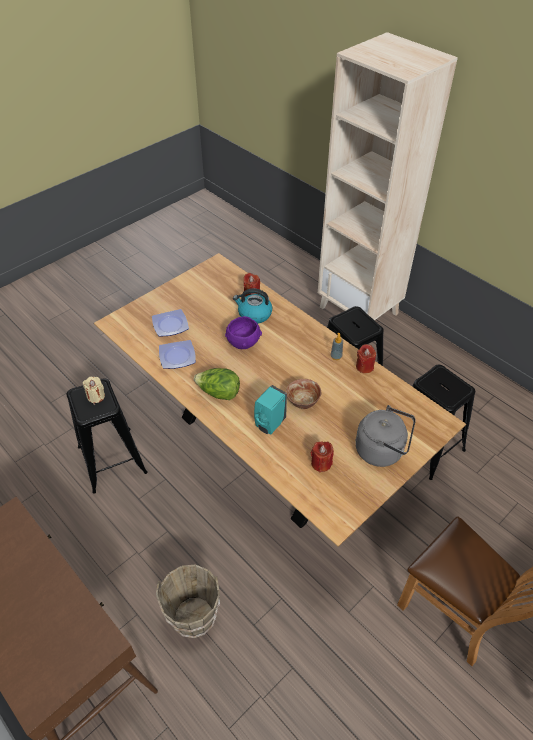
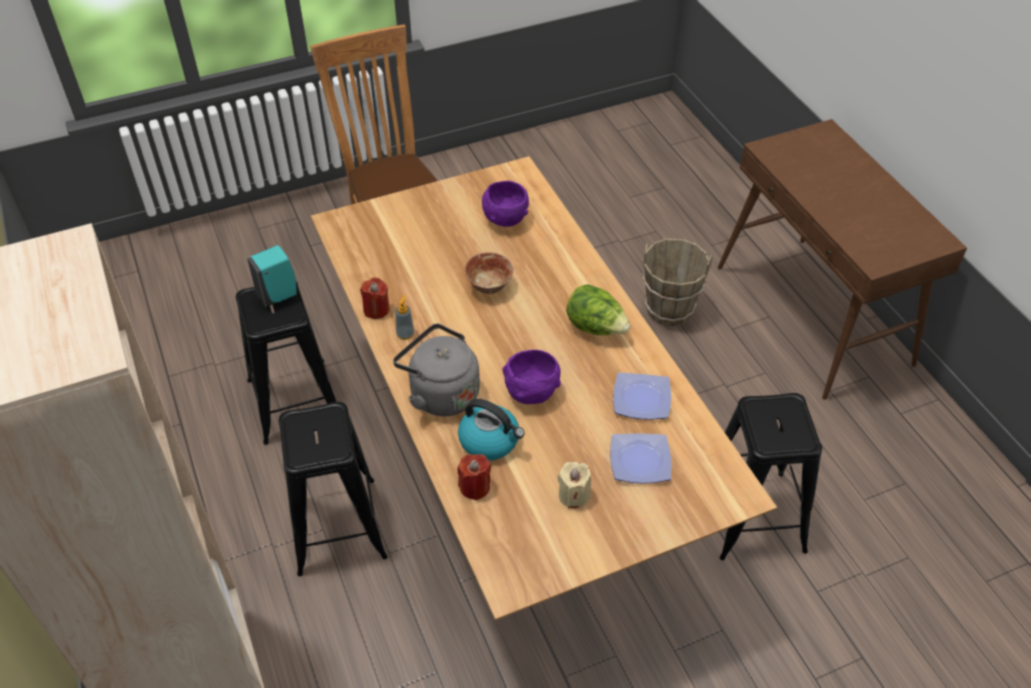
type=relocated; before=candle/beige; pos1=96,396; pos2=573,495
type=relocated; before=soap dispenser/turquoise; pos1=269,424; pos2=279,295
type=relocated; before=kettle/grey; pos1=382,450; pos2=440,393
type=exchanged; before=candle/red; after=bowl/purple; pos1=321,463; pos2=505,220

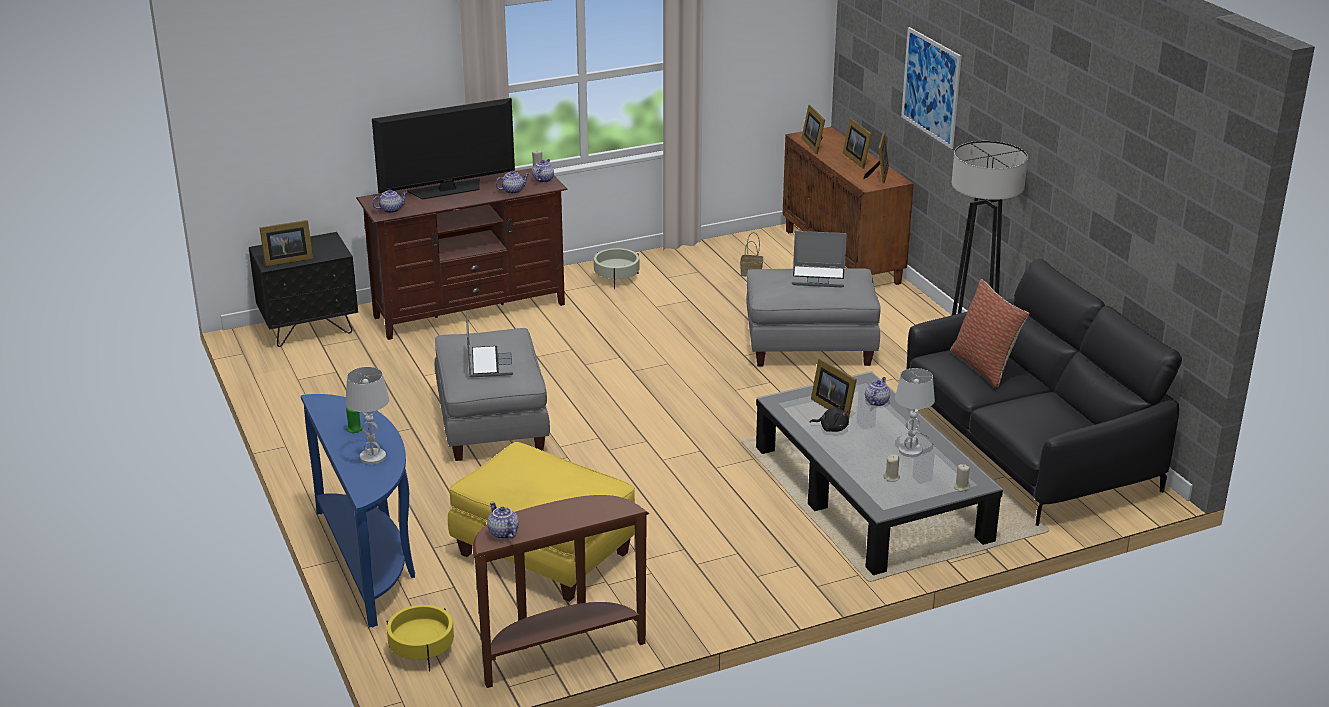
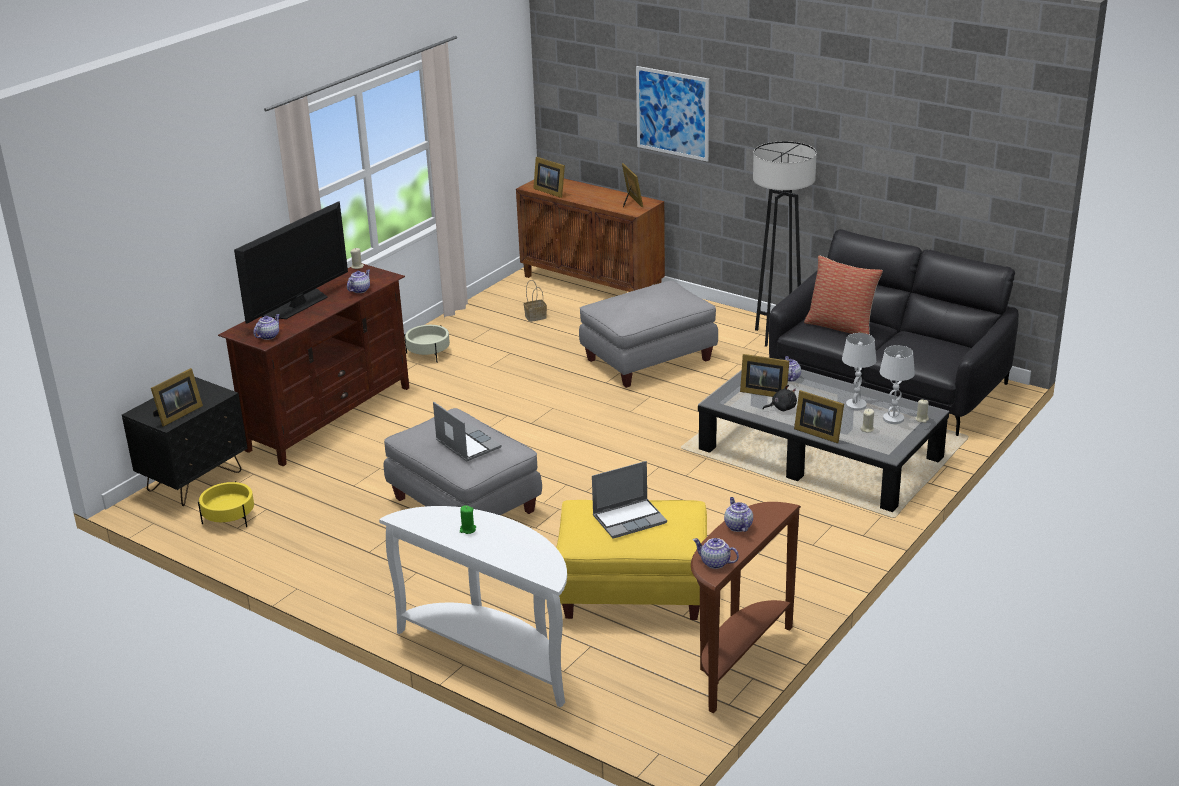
type=relocated; before=table lamp/white; pos1=372,457; pos2=893,419
type=relocated; before=planter/yellow; pos1=422,650; pos2=229,517
type=relocated; before=teapot; pos1=543,179; pos2=737,526
type=relocated; before=laptop; pos1=819,277; pos2=630,519
type=relocated; before=picture frame; pos1=857,159; pos2=817,432
type=colour; before=console table/blue; after=console table/white; pos1=370,561; pos2=493,654

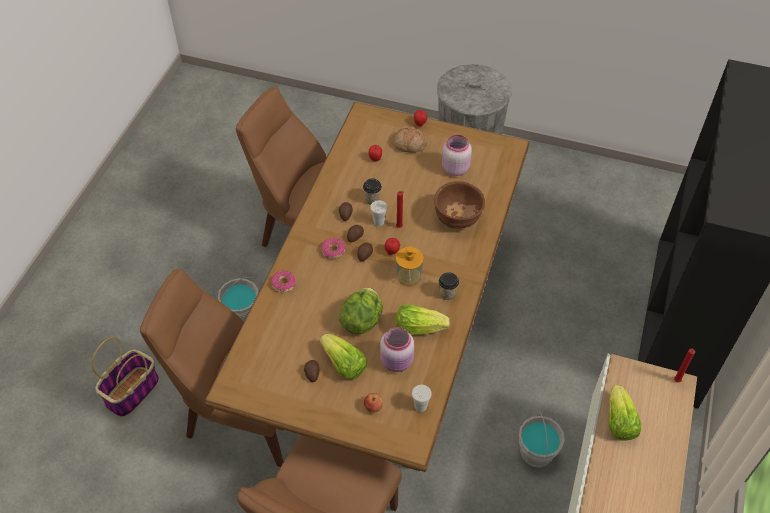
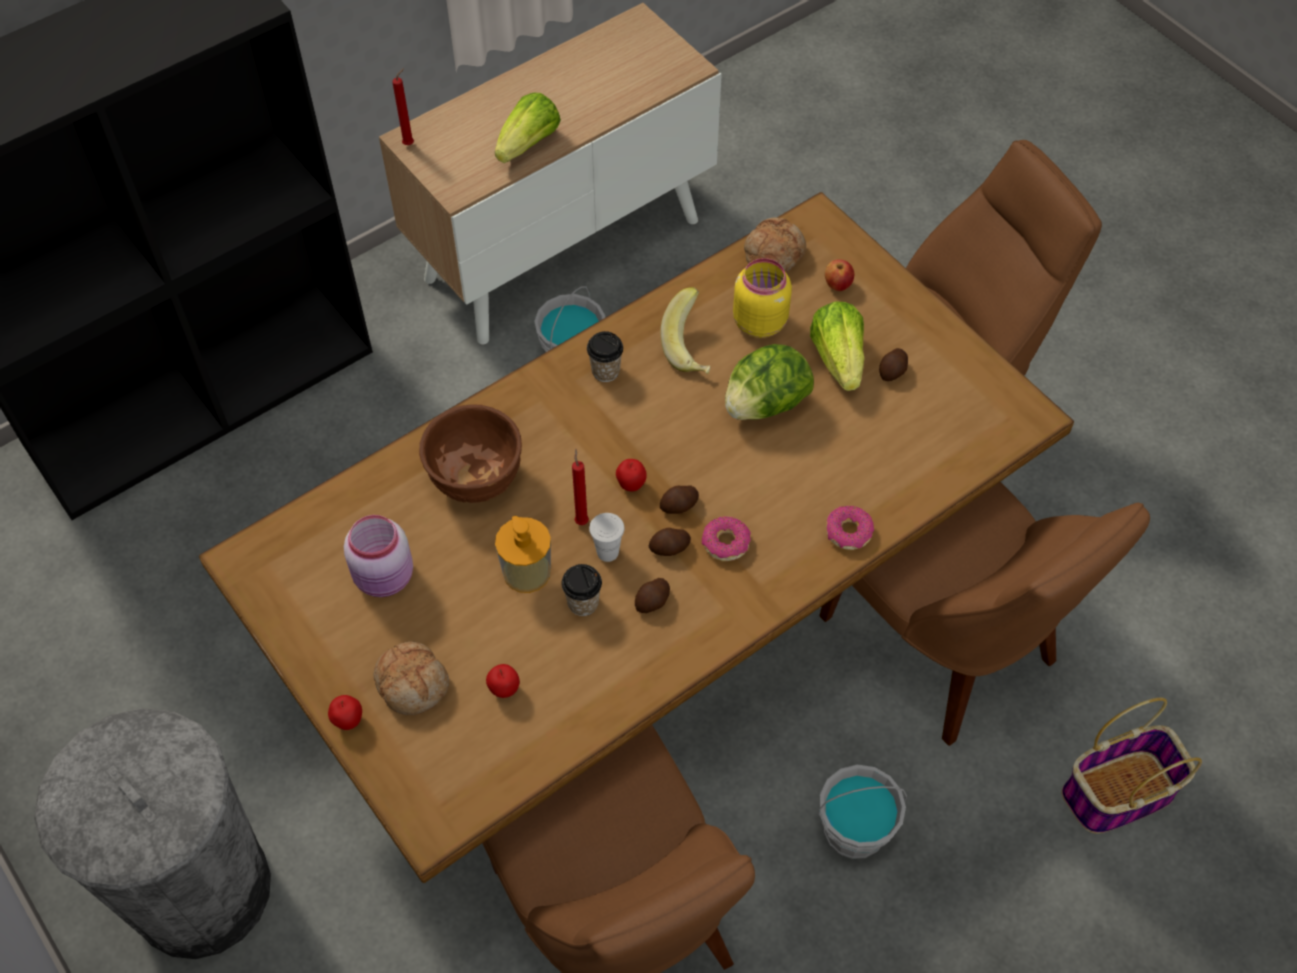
type=relocated; before=soap dispenser; pos1=408,276; pos2=526,572
type=exchanged; before=lettuce; after=banana; pos1=418,328; pos2=692,347
type=exchanged; before=cup/white; after=bread; pos1=420,406; pos2=773,253
type=colour; before=jar/pink; after=jar/yellow; pos1=397,362; pos2=759,321

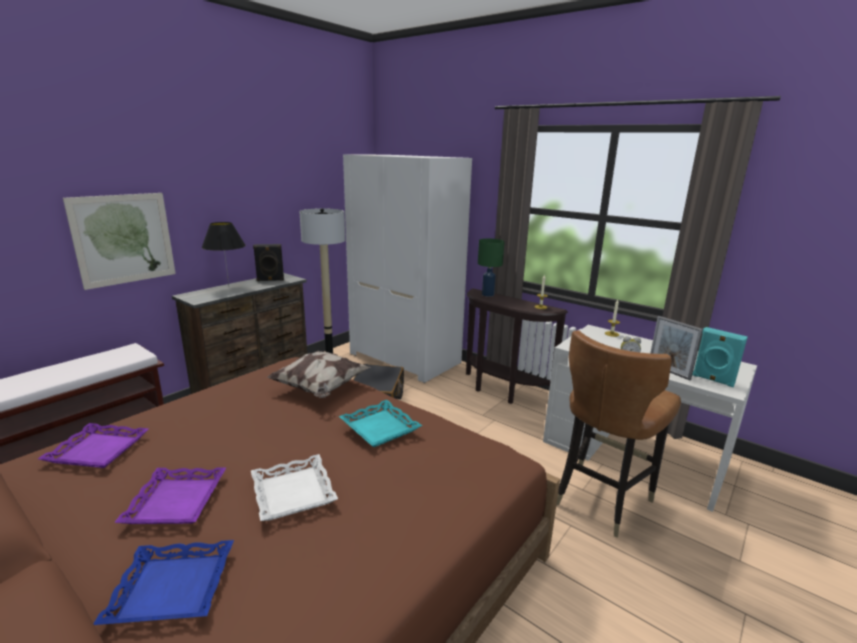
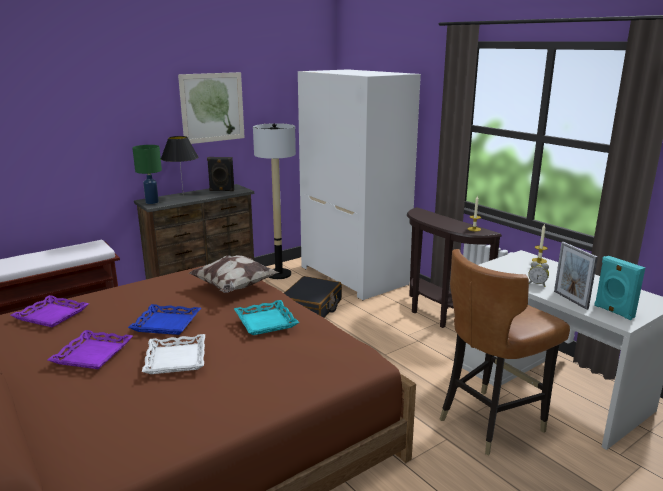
type=relocated; before=picture; pos1=124,239; pos2=212,107
type=relocated; before=tray/blue; pos1=171,589; pos2=166,324
type=relocated; before=table lamp/green; pos1=487,295; pos2=151,202

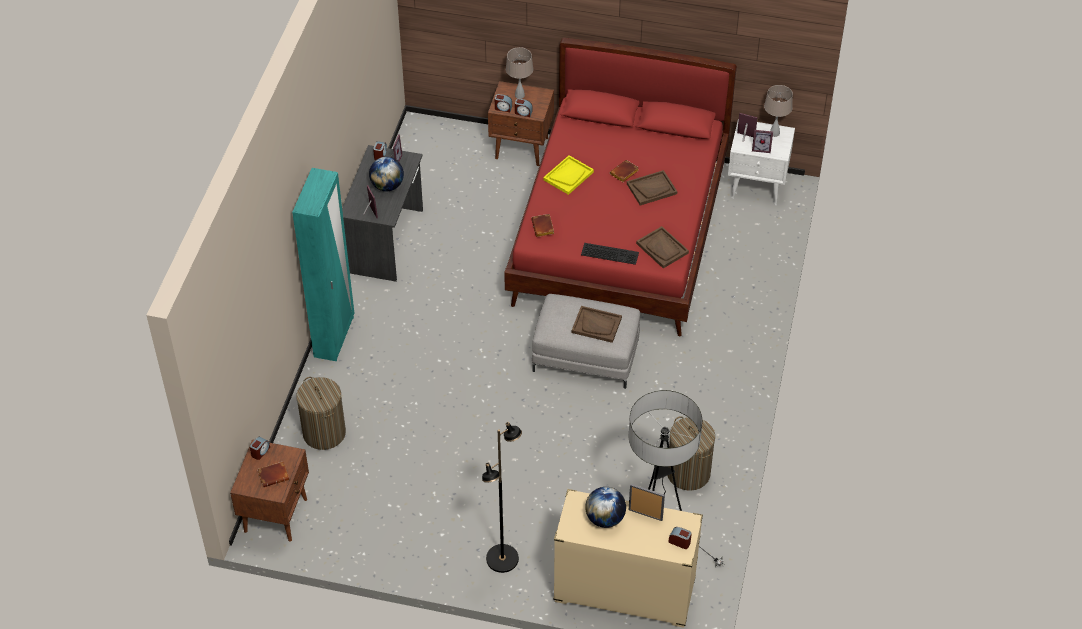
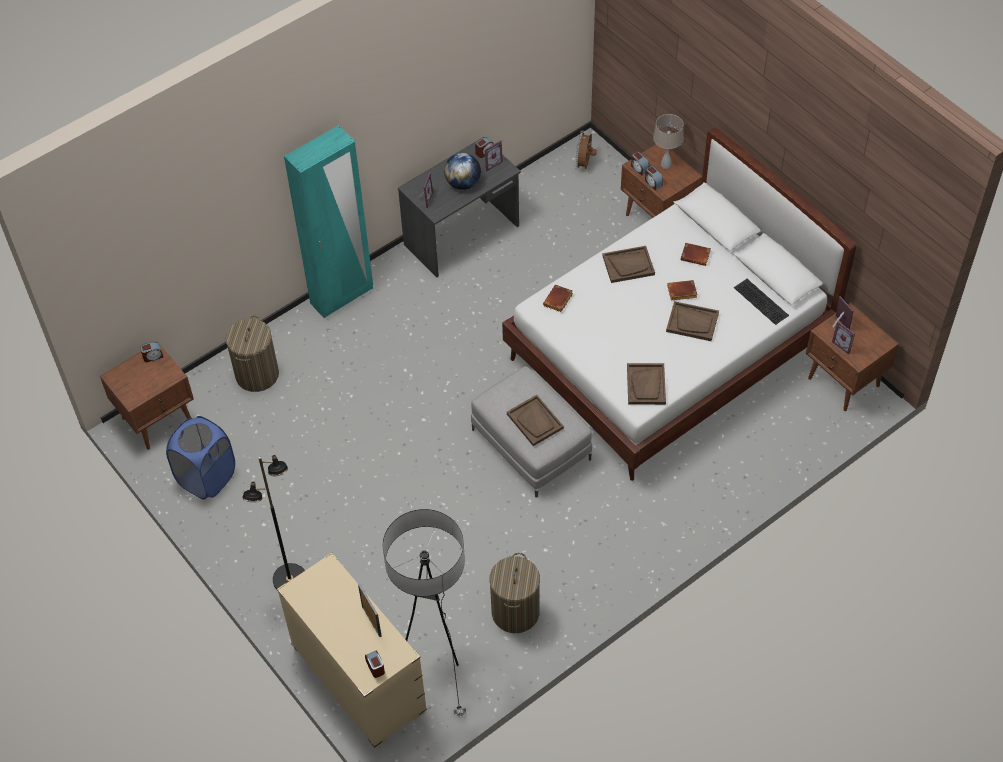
type=missing; before=globe; pos1=605,518
type=missing; before=table lamp/beige; pos1=774,133
type=appeared; after=laundry basket/blue; pos2=207,477
type=appeared; after=fan/brown; pos2=584,164
type=relocated; before=book/brown; pos1=274,475; pos2=696,256
type=relocated; before=keyboard; pos1=610,253; pos2=762,301
type=colour; before=bed/red; after=bed/white; pos1=620,234; pos2=669,351
type=colour; before=tray/yellow; after=tray/brown; pos1=568,176; pos2=628,265
type=colour; before=nightstand/white; after=nightstand/brown; pos1=757,187; pos2=844,383

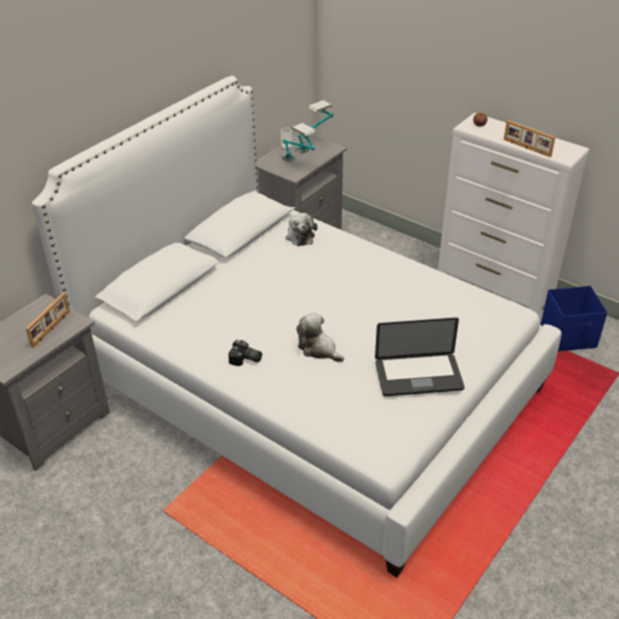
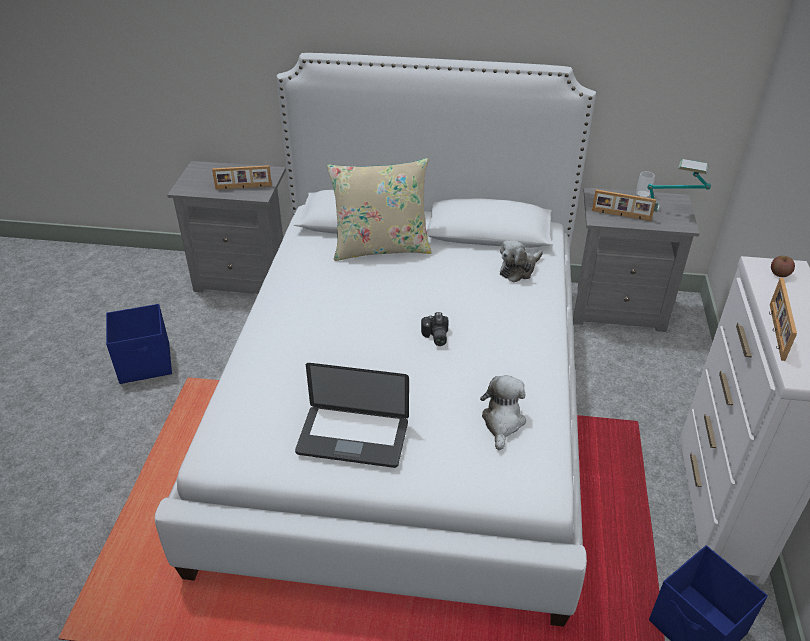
type=appeared; after=storage box/blue; pos2=146,363
type=appeared; after=pillow/beige; pos2=381,247
type=relocated; before=photo camera; pos1=245,360; pos2=435,337
type=relocated; before=plush toy; pos1=319,349; pos2=502,422
type=exchanged; before=table lamp; after=picture frame; pos1=299,165; pos2=621,215
type=spun; before=laptop; pos1=418,376; pos2=353,438; turn=-45

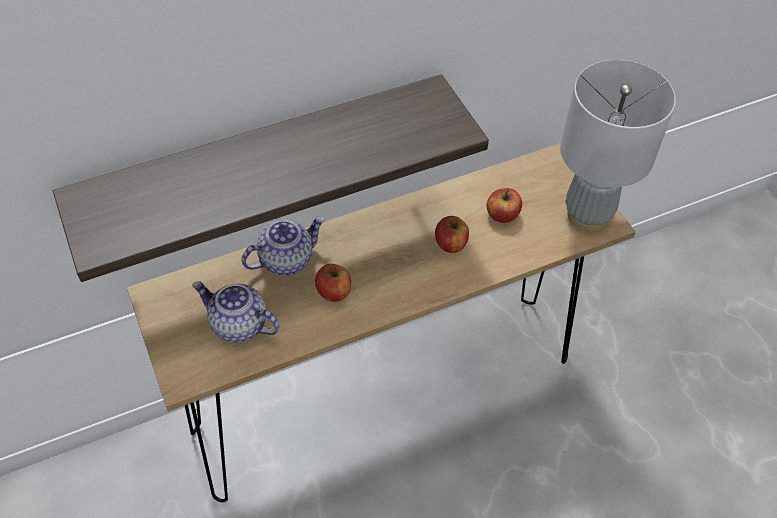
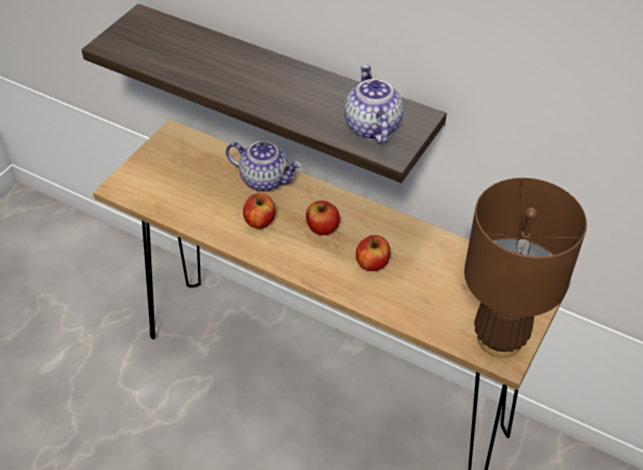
type=relocated; before=teapot; pos1=238,325; pos2=371,126
type=relocated; before=apple; pos1=502,215; pos2=322,228
type=colour; before=table lamp/grey; after=table lamp/brown; pos1=587,215; pos2=499,339

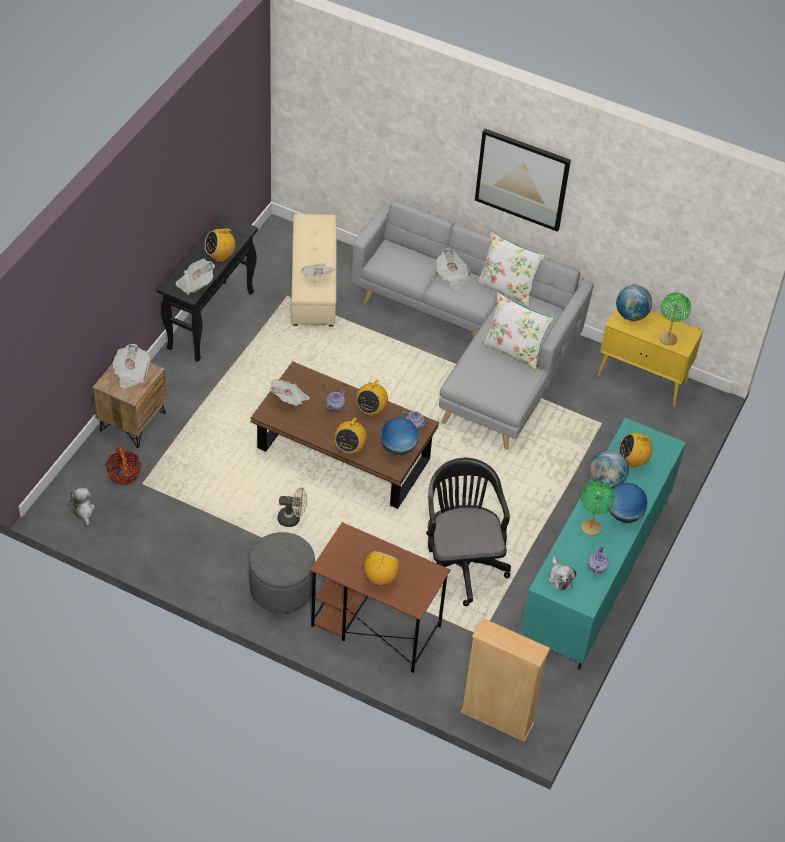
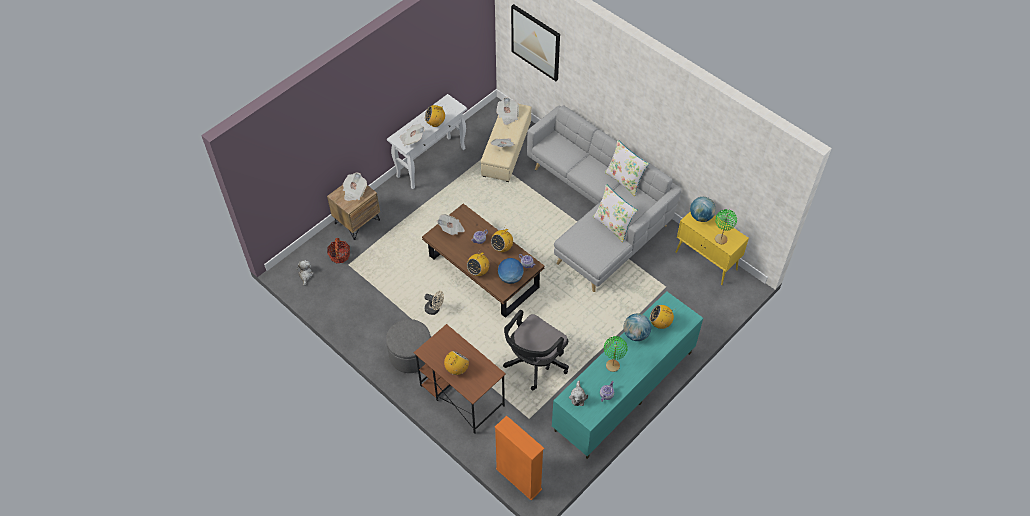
type=missing; before=globe; pos1=624,514
type=relocated; before=newspaper; pos1=453,276; pos2=507,115
type=relocated; before=picture; pos1=522,179; pos2=536,42
type=colour; before=console table/black; after=console table/white; pos1=211,319; pos2=431,162
type=colour; before=bookcase/beige; after=bookcase/orange; pos1=497,718; pos2=518,479
type=spun; before=office chair/black; pos1=460,562; pos2=534,364; turn=-150

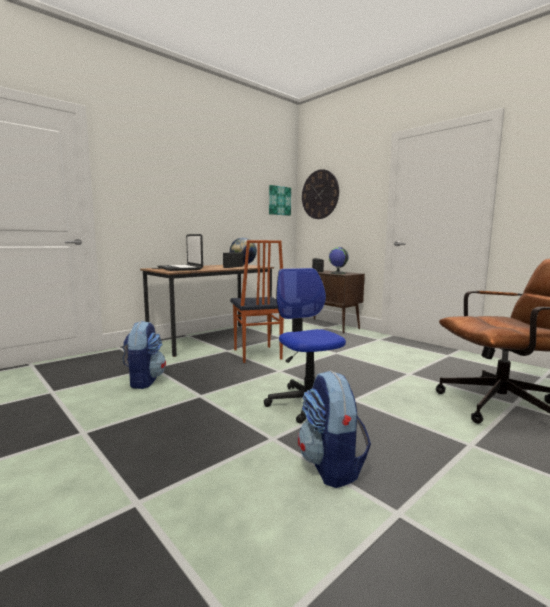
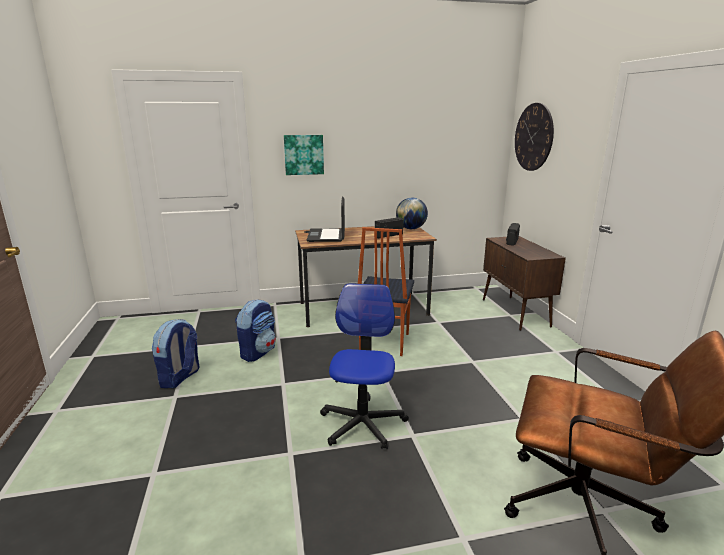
type=missing; before=globe; pos1=337,273
type=relocated; before=picture; pos1=279,200; pos2=303,154
type=relocated; before=backpack; pos1=331,466; pos2=180,378

